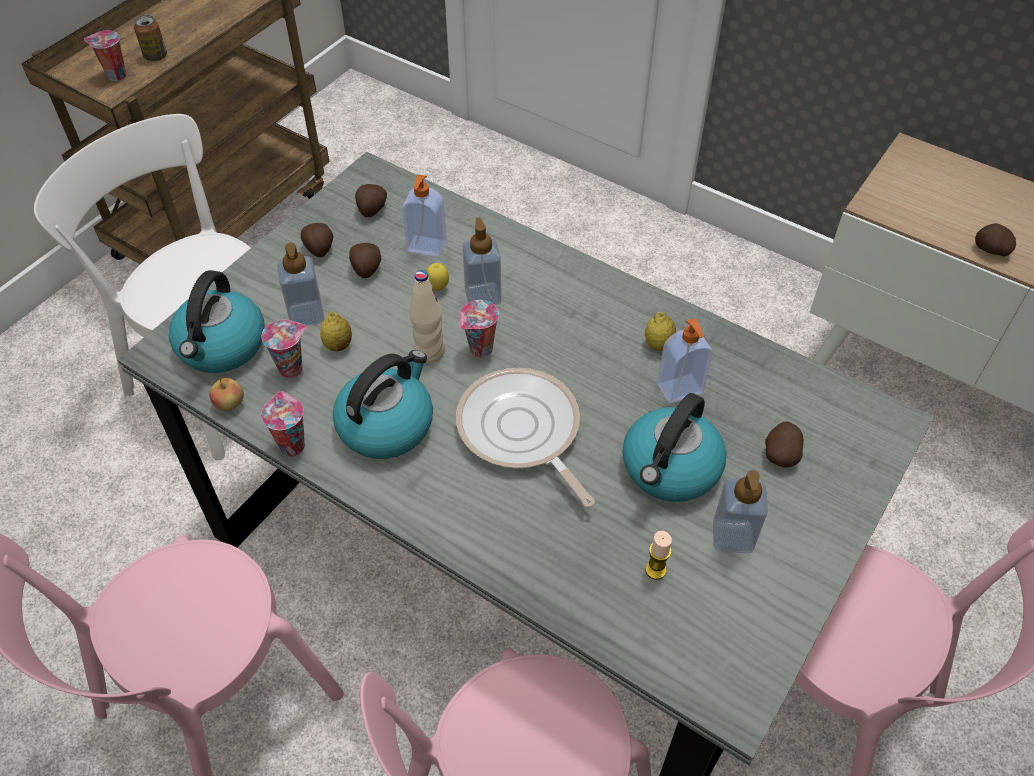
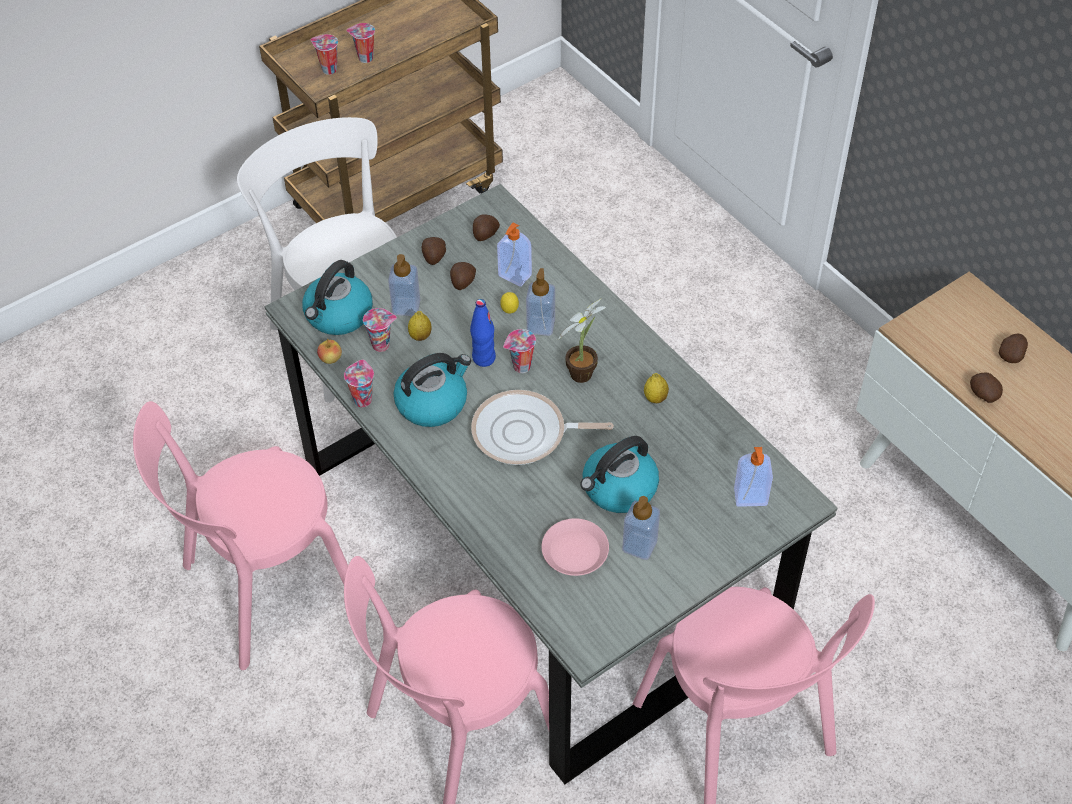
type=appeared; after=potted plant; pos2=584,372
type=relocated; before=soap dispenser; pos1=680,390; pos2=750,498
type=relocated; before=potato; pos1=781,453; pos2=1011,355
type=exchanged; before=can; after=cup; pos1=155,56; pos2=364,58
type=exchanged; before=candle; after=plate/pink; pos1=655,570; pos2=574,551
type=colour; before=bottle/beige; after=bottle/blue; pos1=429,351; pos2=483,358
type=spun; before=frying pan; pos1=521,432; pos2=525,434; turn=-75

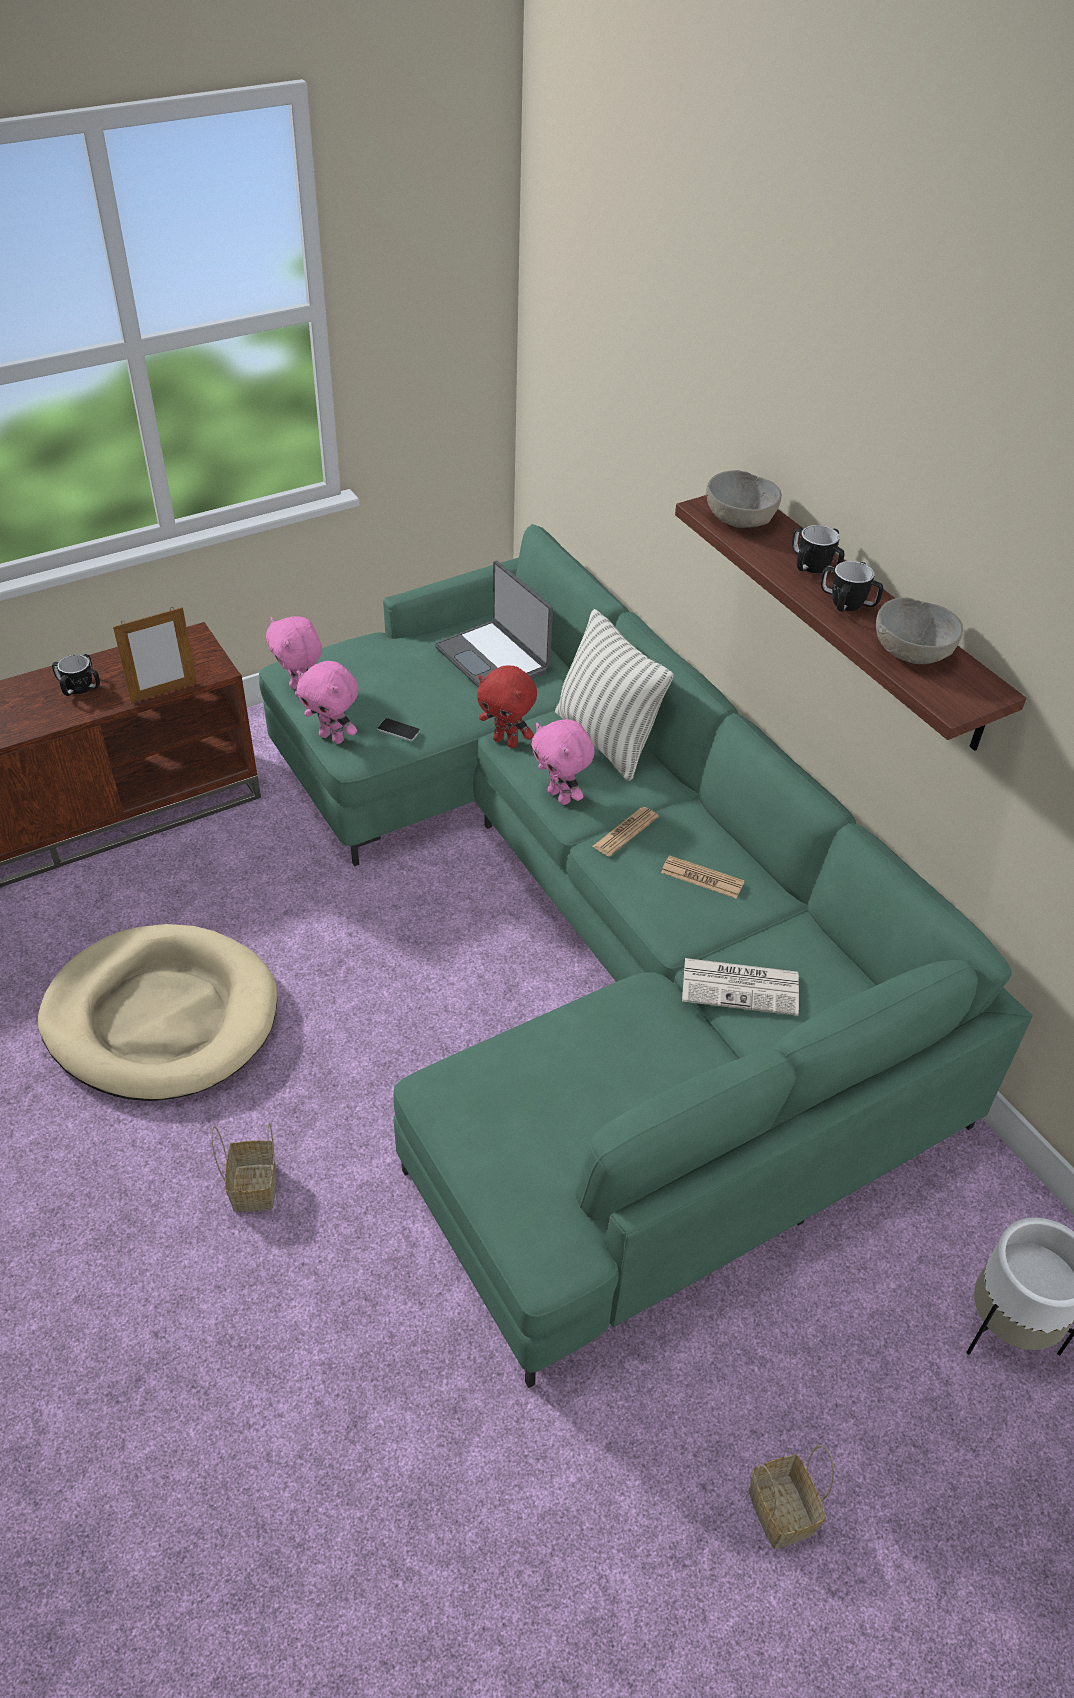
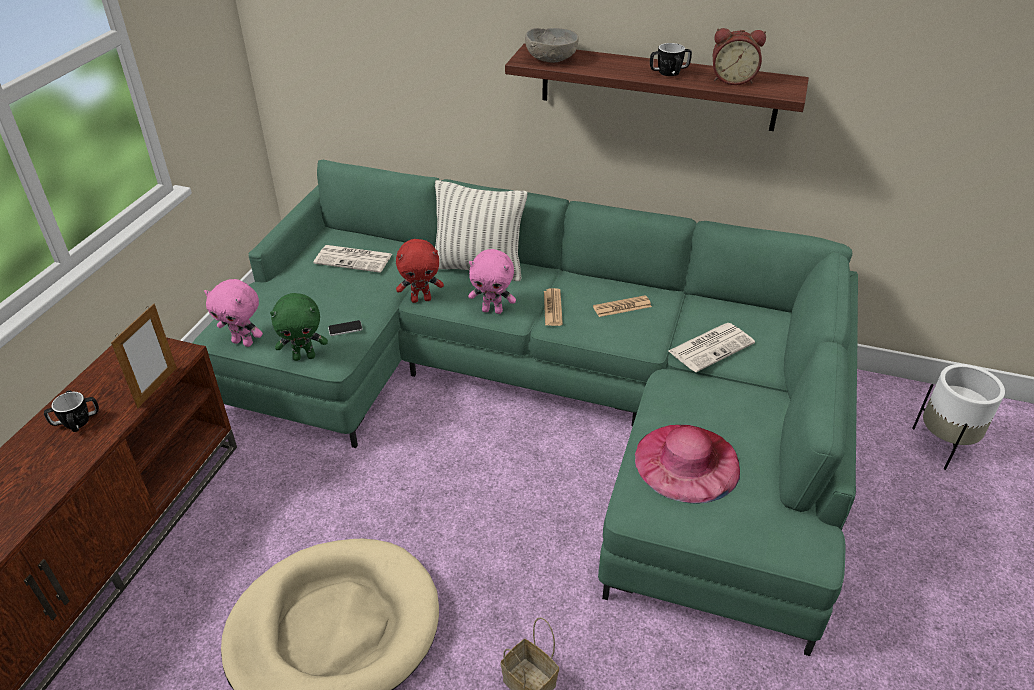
type=missing; before=basket; pos1=779,1509
type=missing; before=mug; pos1=814,566
type=appeared; after=hat/pink; pos2=687,462
type=exchanged; before=laptop; after=newspaper; pos1=494,659; pos2=354,259
type=exchanged; before=bowl/grey; after=alarm clock; pos1=912,651; pos2=732,79
type=colour; before=plush toy/pink; after=plush toy/green; pos1=333,737; pos2=304,356

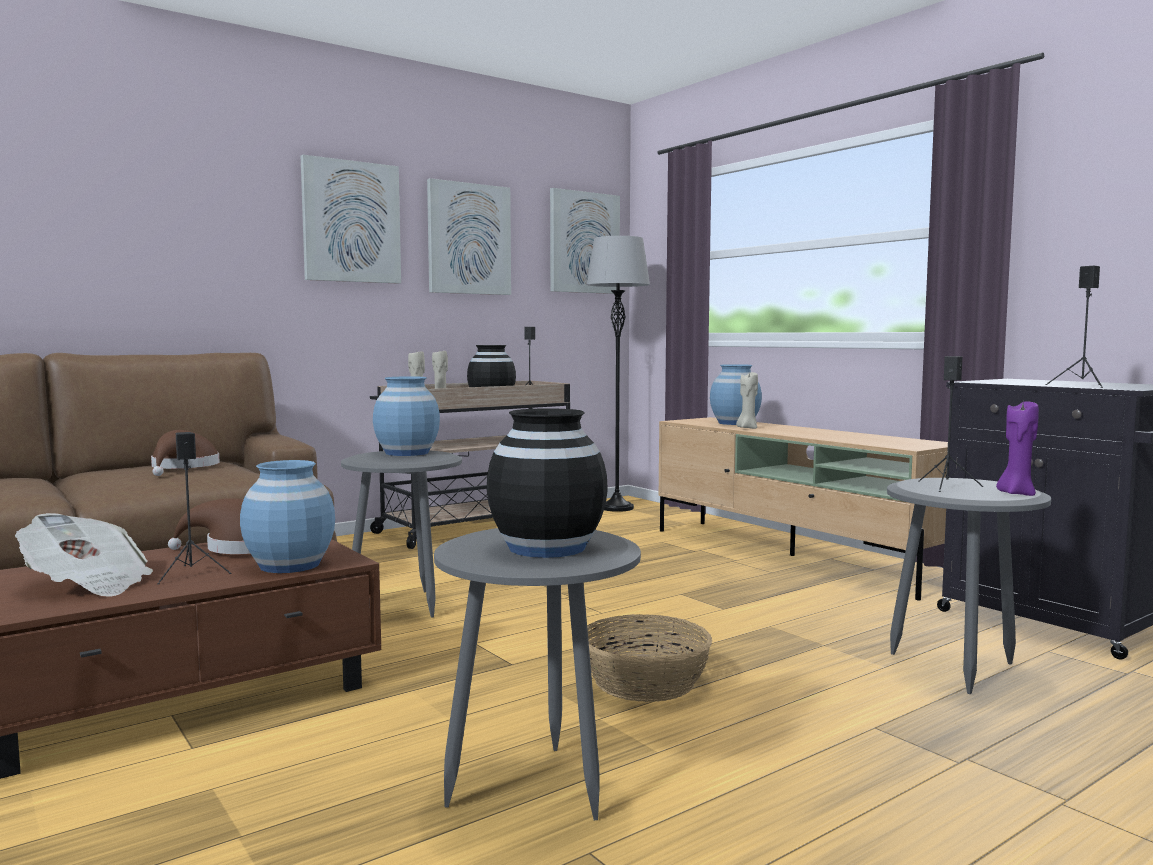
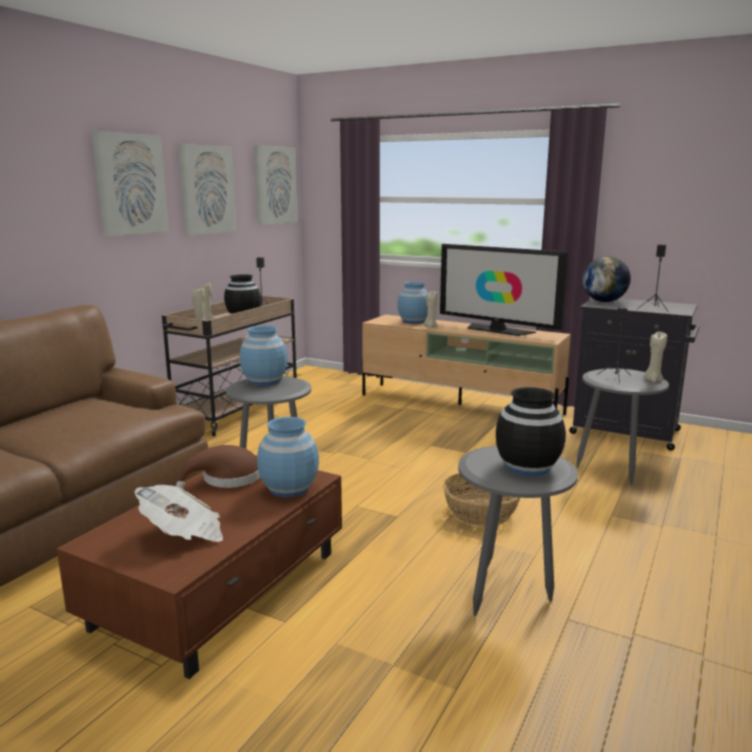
type=missing; before=hat/brown; pos1=183,467
type=missing; before=speaker/black; pos1=192,574
type=missing; before=floor lamp/grey; pos1=617,508
type=appeared; after=television; pos2=497,330
type=appeared; after=globe; pos2=604,301
type=colour; before=candle/purple; after=candle/beige; pos1=1016,493; pos2=652,380

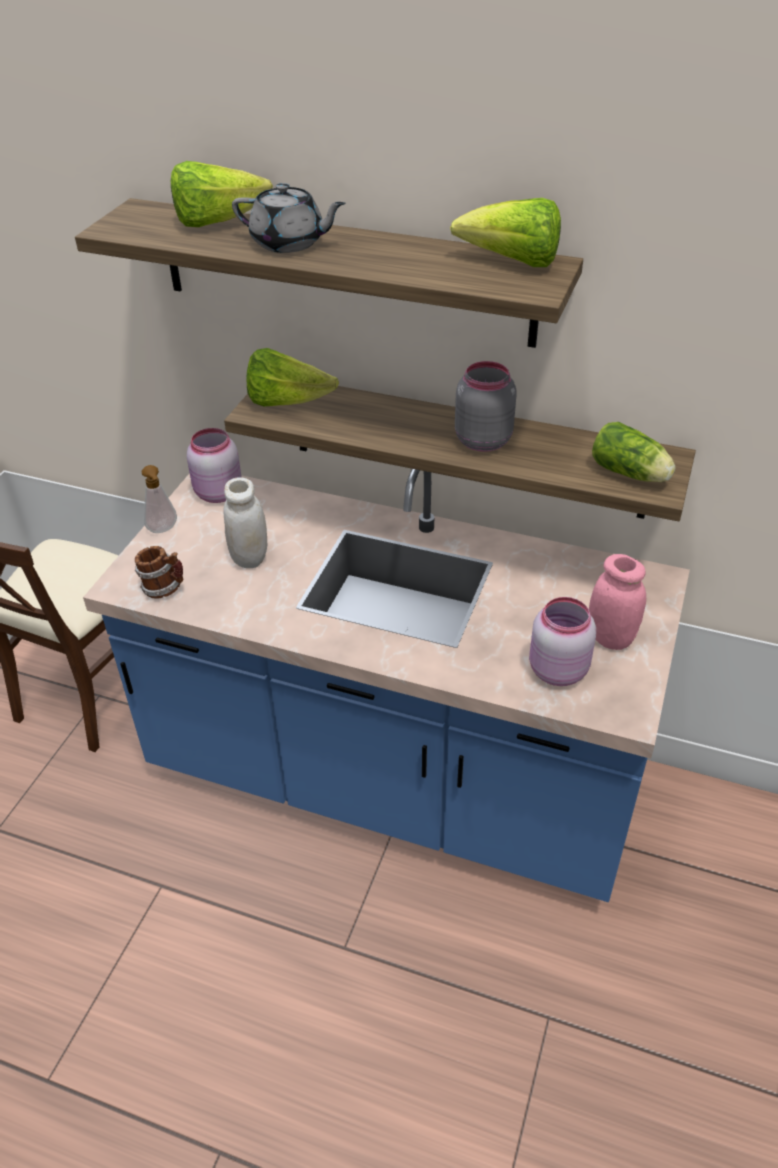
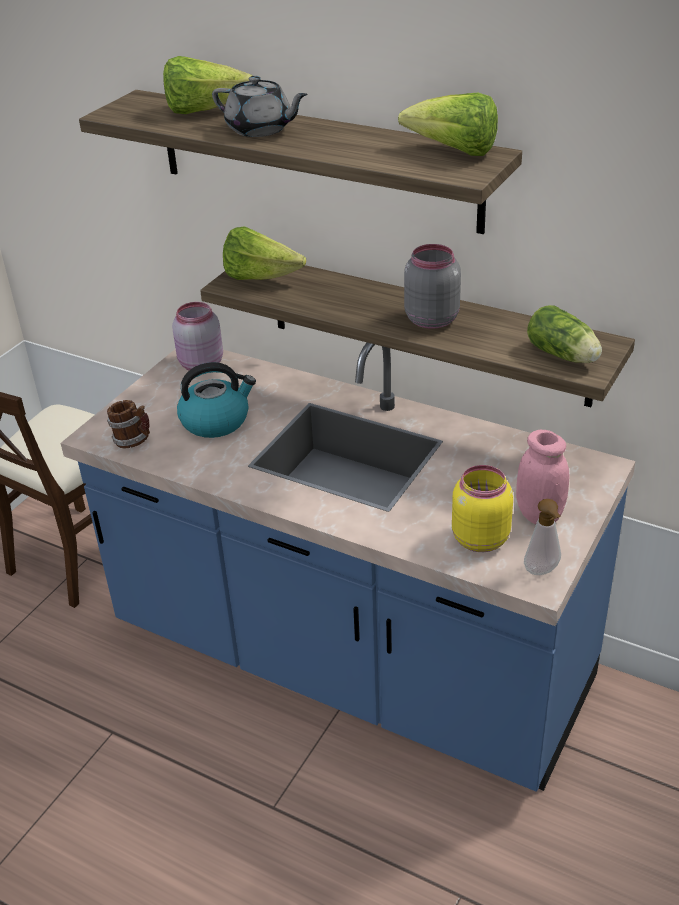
type=relocated; before=soap dispenser; pos1=163,530; pos2=542,572
type=exchanged; before=jar/white; after=kettle; pos1=249,558; pos2=216,421
type=colour; before=jar/pink; after=jar/yellow; pos1=556,670; pos2=478,538

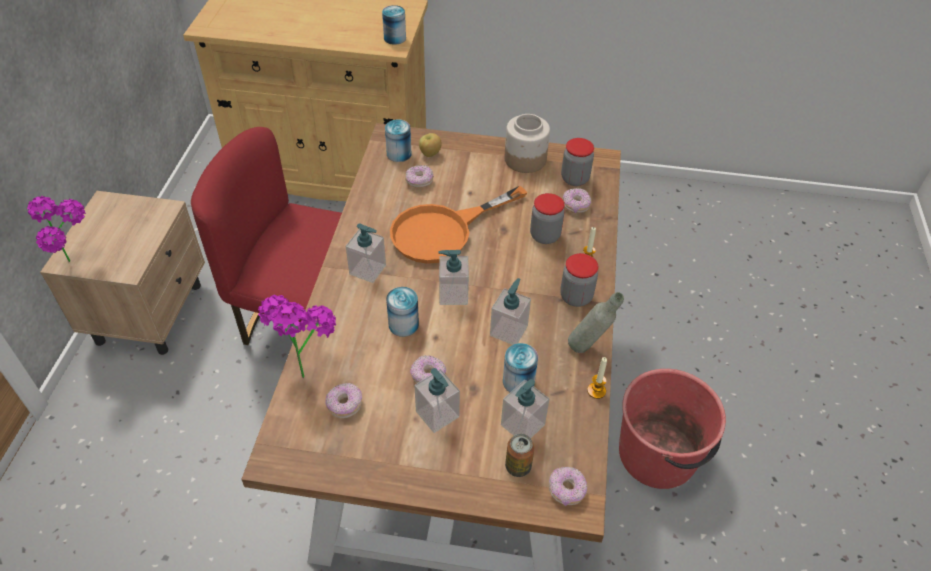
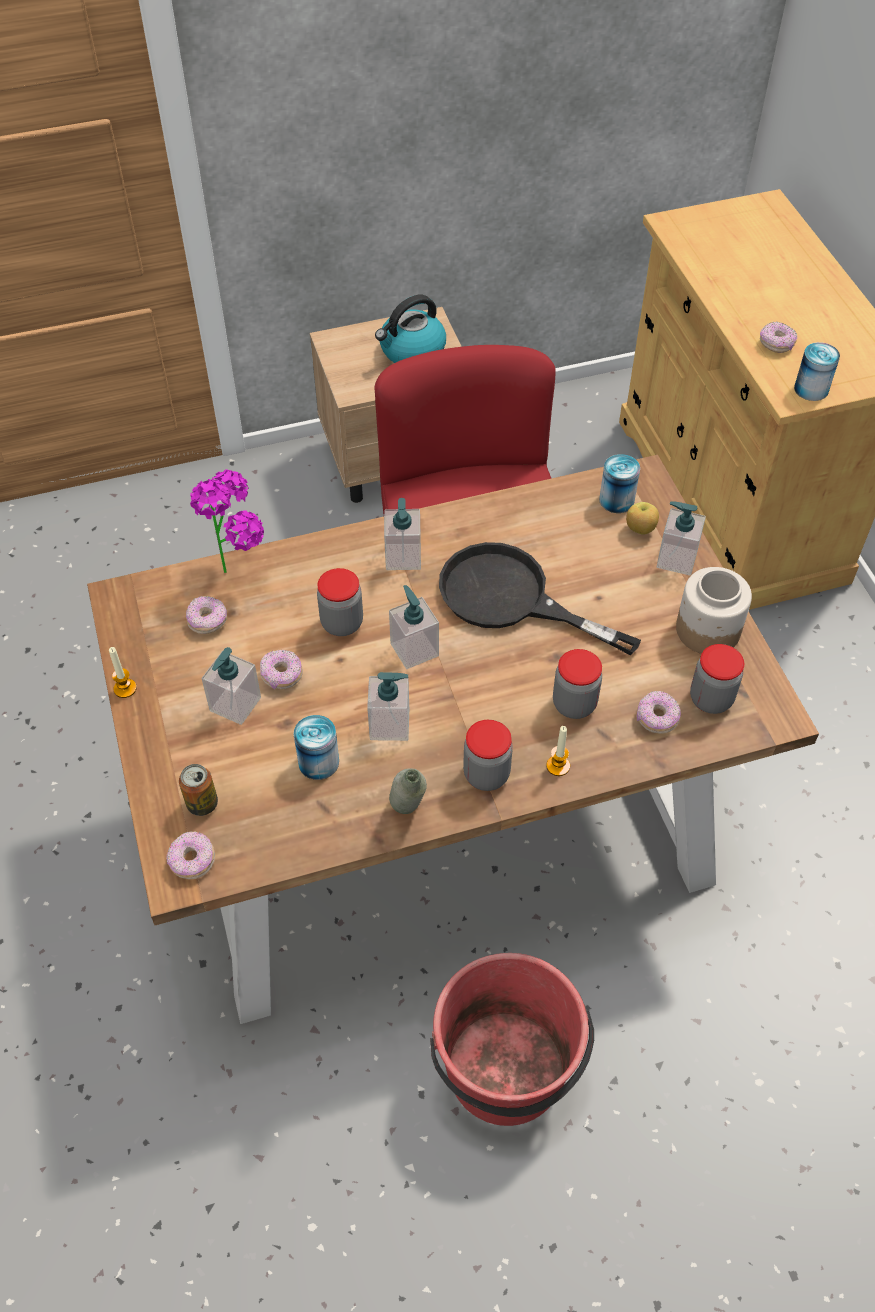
type=missing; before=potted plant; pos1=78,263
type=appeared; after=kettle; pos2=411,351
type=relocated; before=donut; pos1=419,181; pos2=776,344
type=relocated; before=soap dispenser; pos1=522,425; pos2=676,559
type=relocated; before=candle; pos1=596,391; pos2=125,688
type=exchanged; before=can; after=jar; pos1=403,324; pos2=342,623
type=colour; before=frying pan/orange; after=frying pan/black; pos1=443,231; pos2=511,599

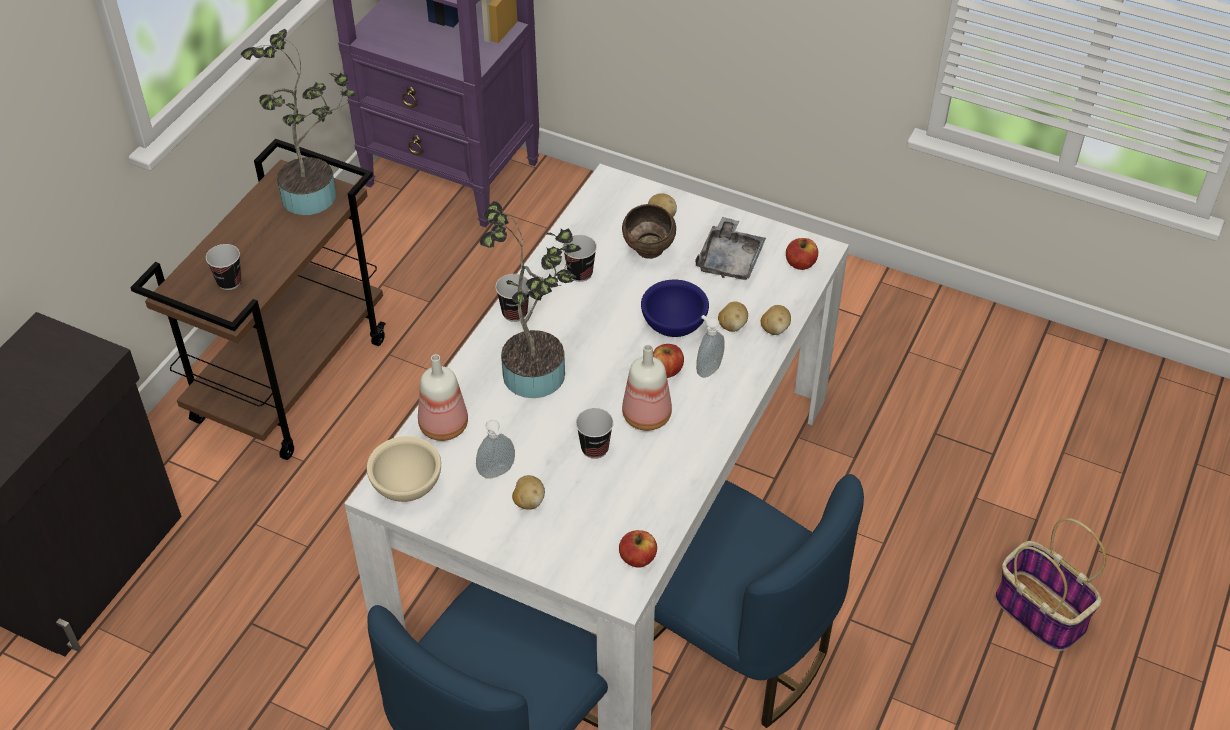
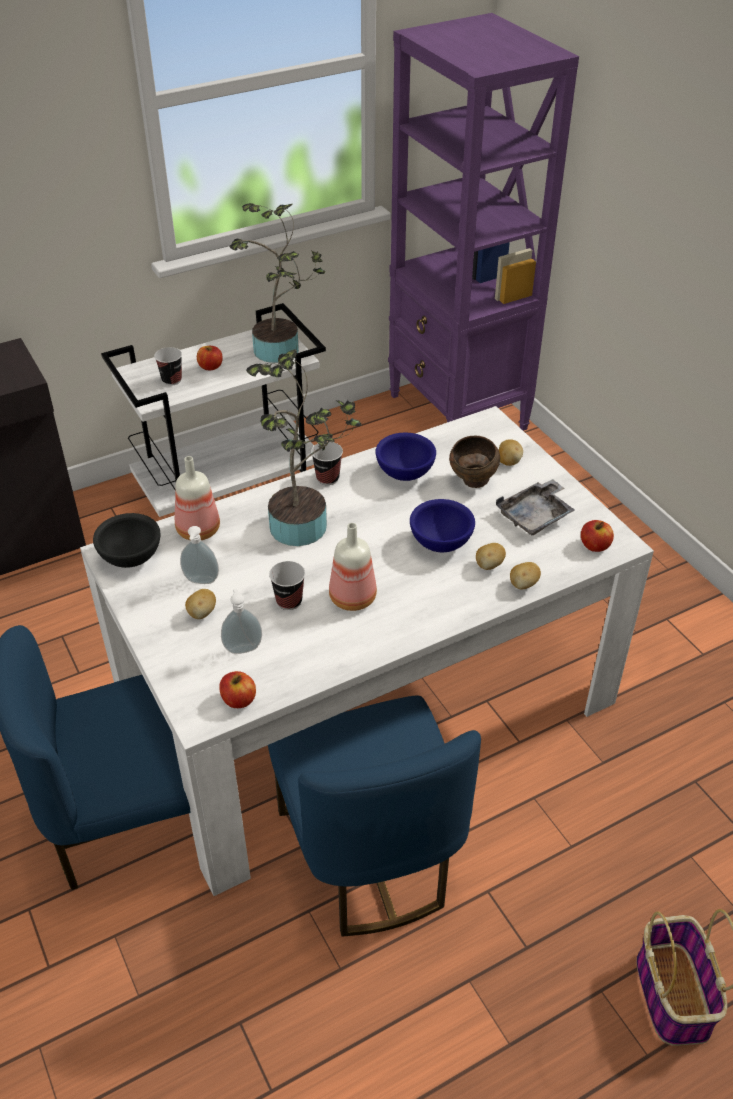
type=relocated; before=apple; pos1=666,370; pos2=210,367
type=relocated; before=soap dispenser; pos1=707,369; pos2=243,647
type=exchanged; before=cup; after=bowl/blue; pos1=580,273; pos2=404,473
type=colour; before=cart/brown; after=cart/white; pos1=291,378; pos2=231,494
type=colour; before=bowl/beige; after=bowl/black; pos1=407,485; pos2=132,557

